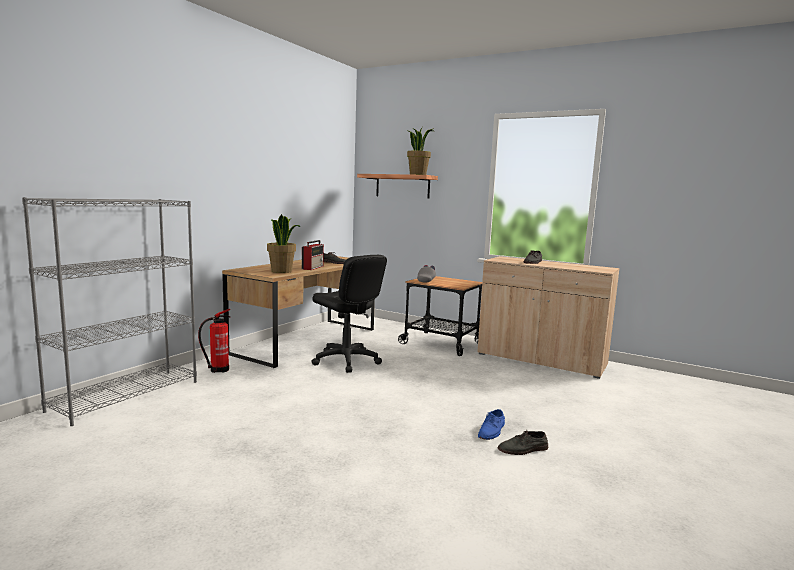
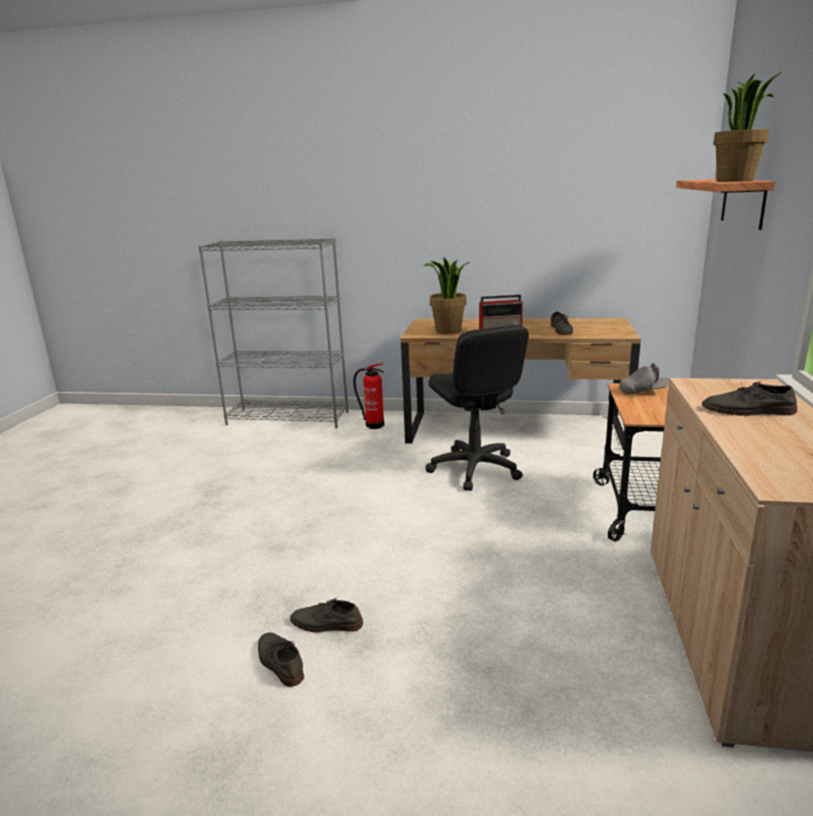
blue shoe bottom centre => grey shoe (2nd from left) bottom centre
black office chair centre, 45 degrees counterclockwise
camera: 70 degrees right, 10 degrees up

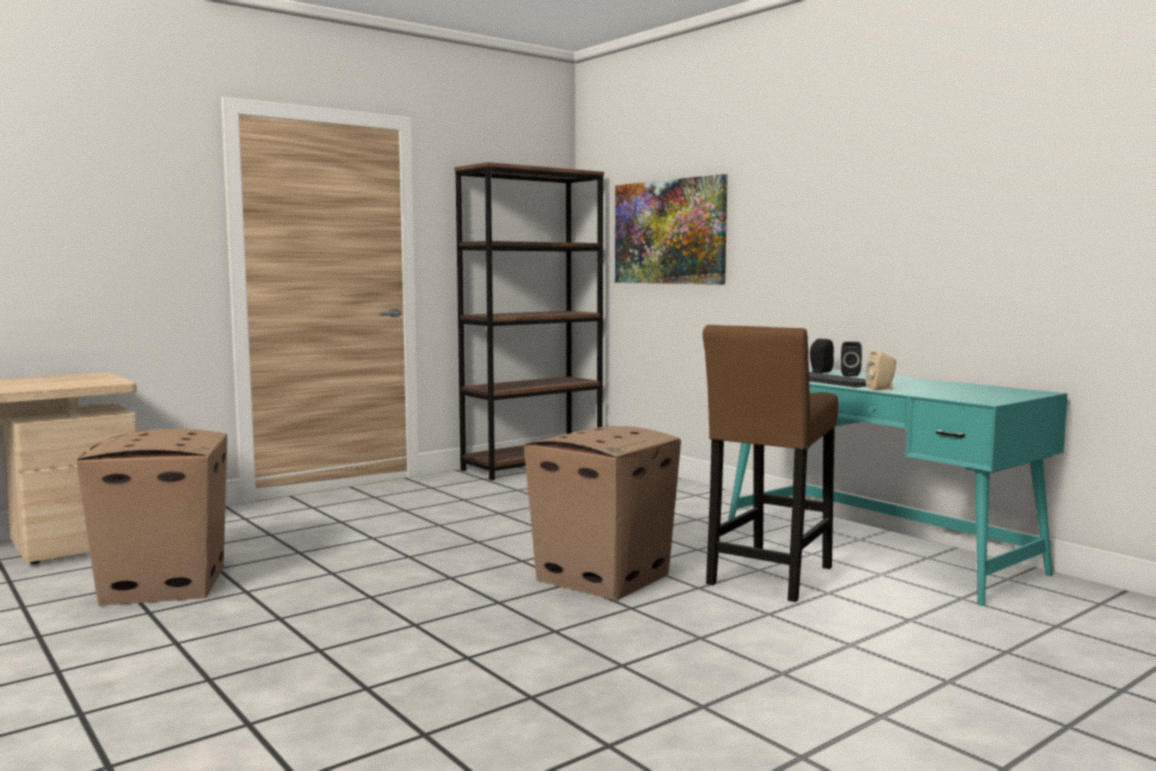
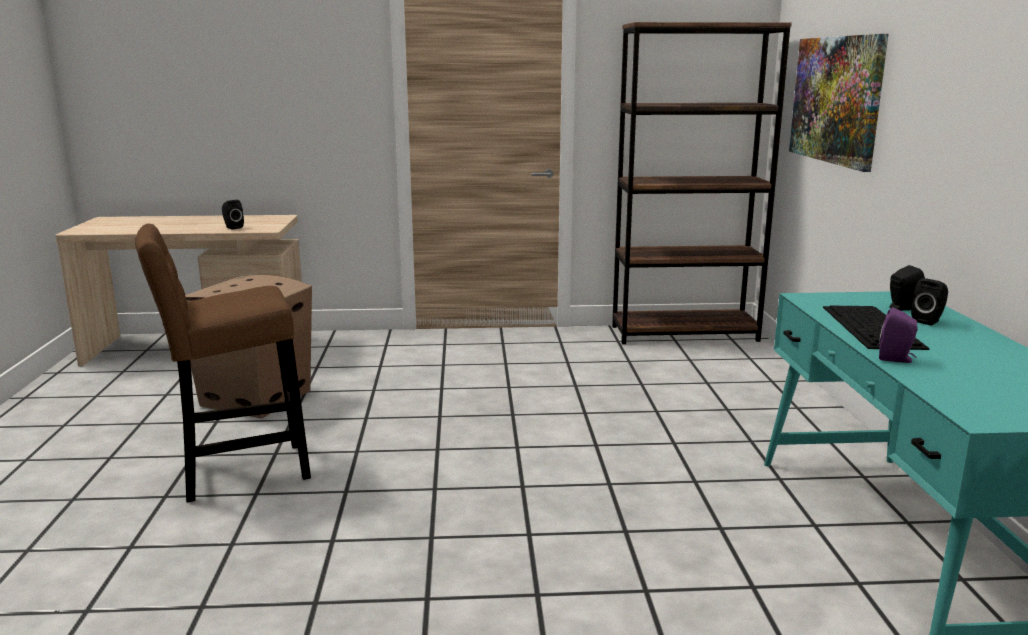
cardboard box (2nd from left) centre => nothing
nothing => black speaker (1st from left) middle left
brown stool centre => brown stool middle left, moved
beige speaker middle right => purple speaker middle right
camera: 35 degrees right, 10 degrees up

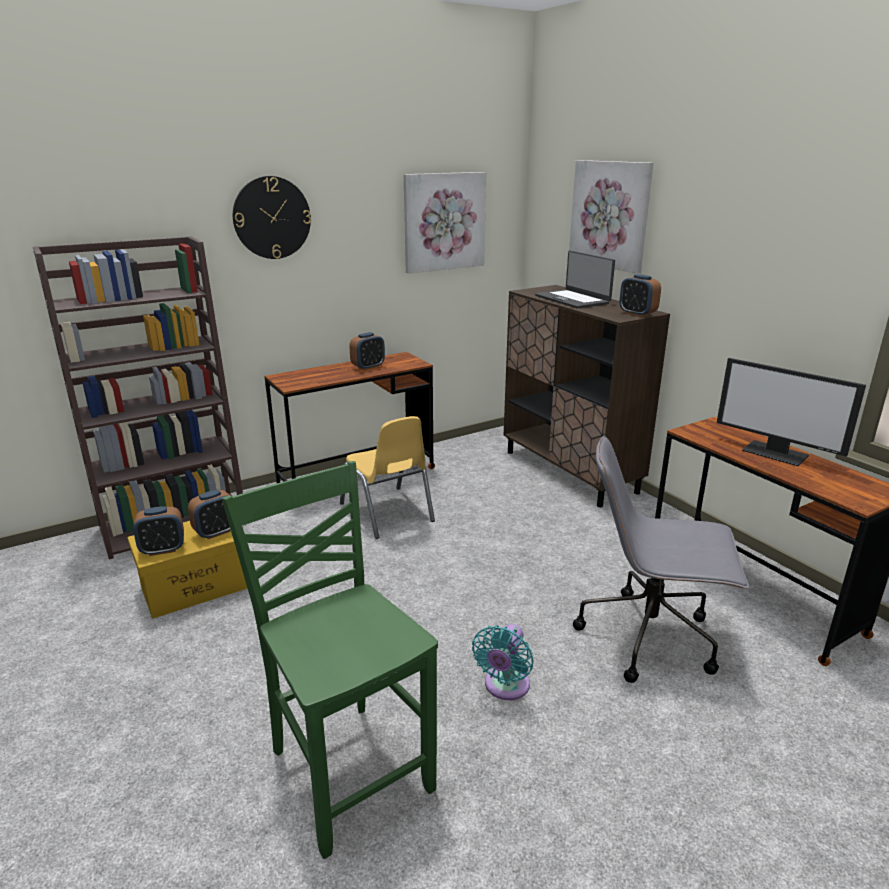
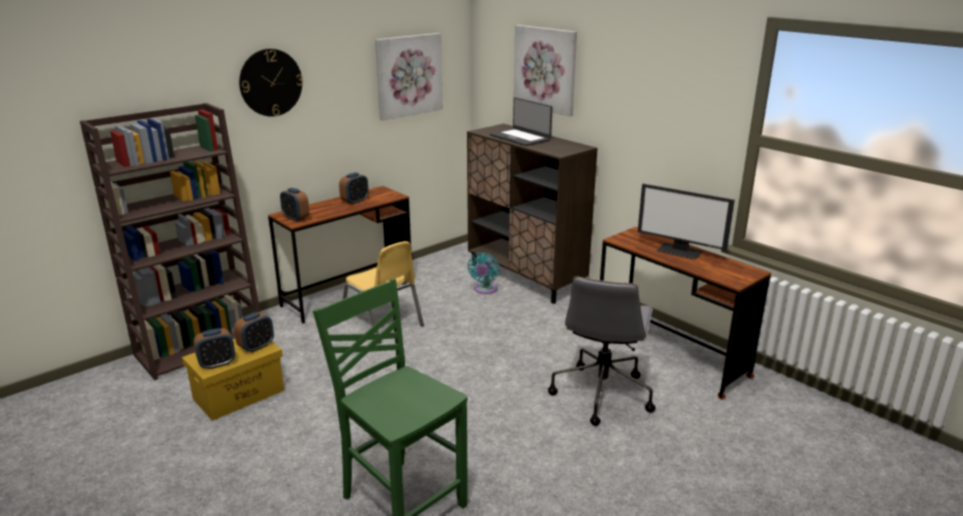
turquoise fan bottom centre => turquoise fan centre, moved
alarm clock (4th from left in the first image) top right => alarm clock (3rd from left) middle left, moved
grey office chair middle right => grey office chair bottom centre, 75 degrees counterclockwise
camera: 10 degrees left, 0 degrees up

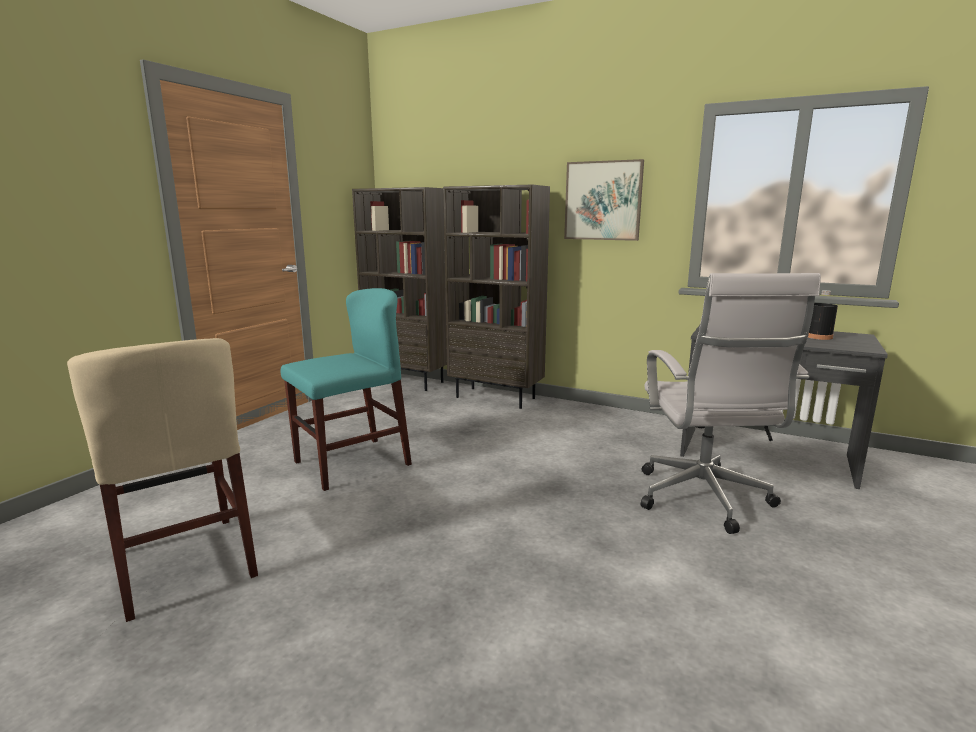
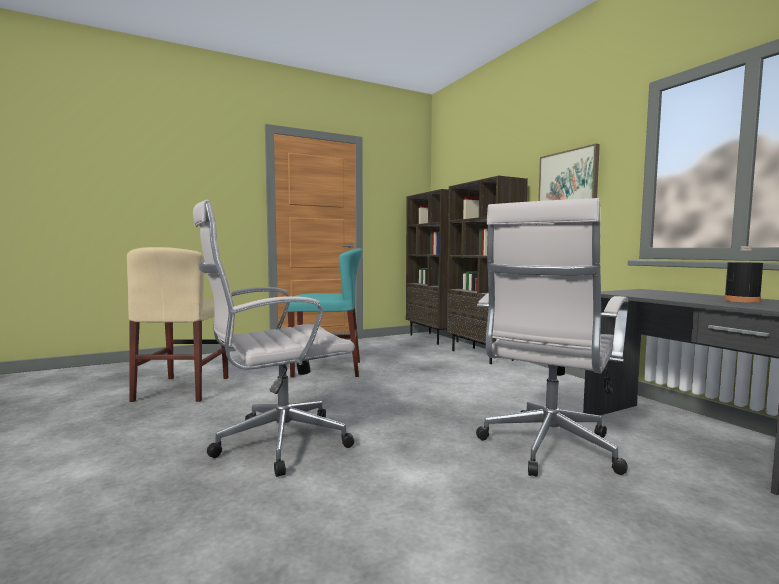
nothing => white office chair (1st from left) centre
camera: 35 degrees right, 10 degrees down

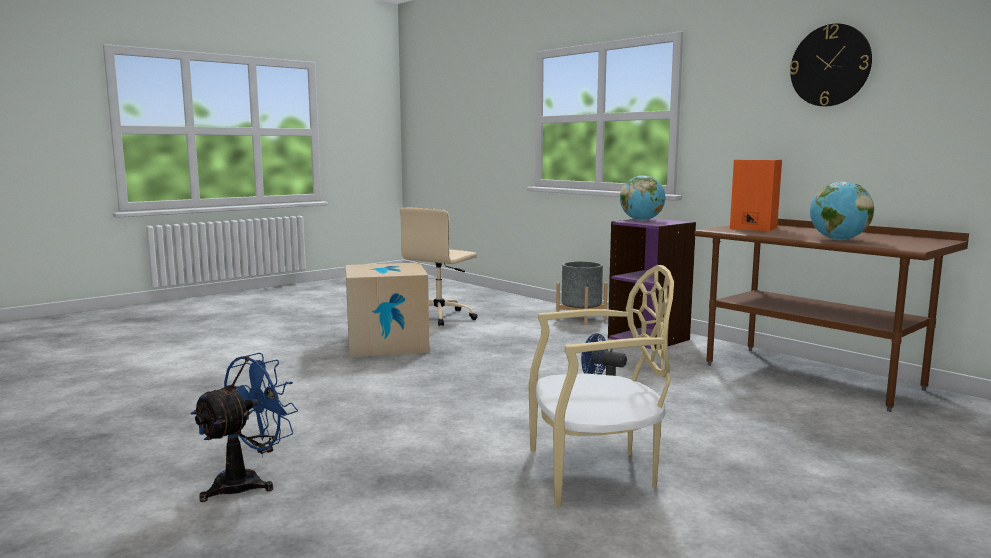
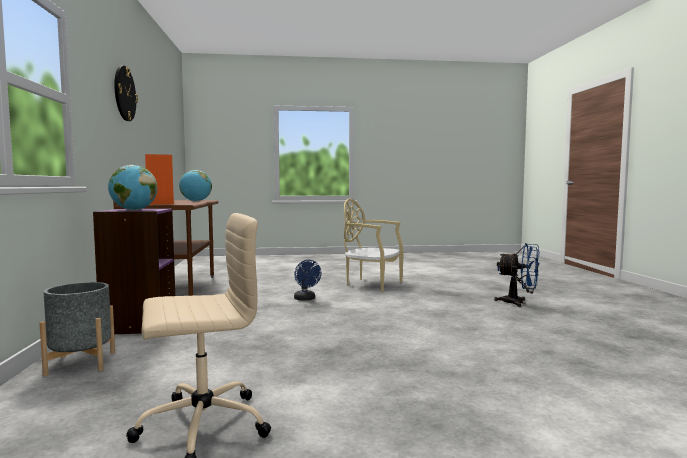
cardboard box centre => nothing
blue fan (1st from left in the first image) bottom left => blue fan (2nd from left) middle right, 135 degrees counterclockwise
camera: 145 degrees left, 5 degrees down

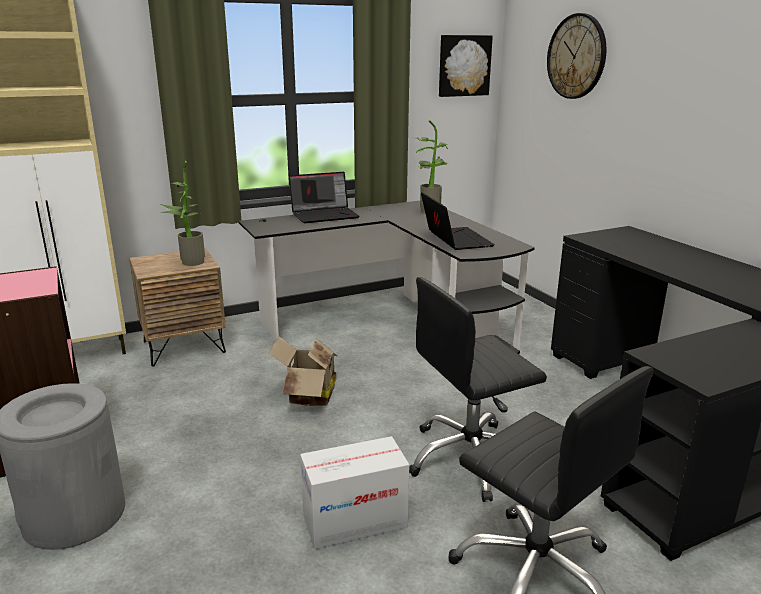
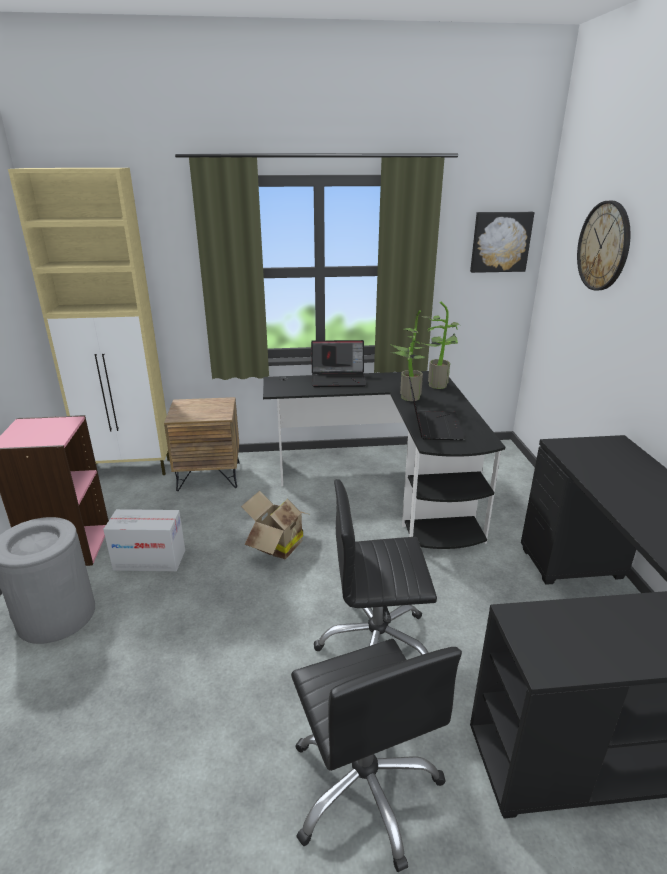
potted plant (1st from left) middle left => potted plant (1st from left) centre, moved
cardboard box (2nd from left in the first image) bottom centre => cardboard box (1st from left) middle left, moved
camera: 20 degrees right, 5 degrees up

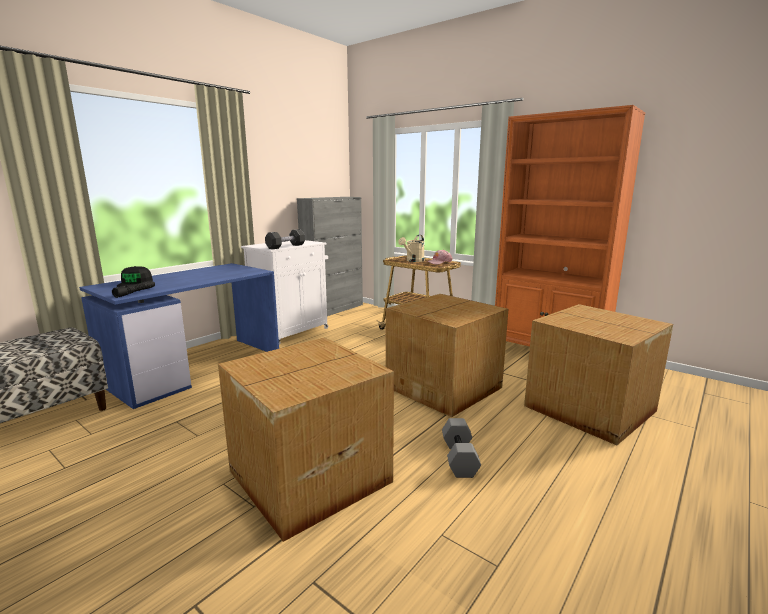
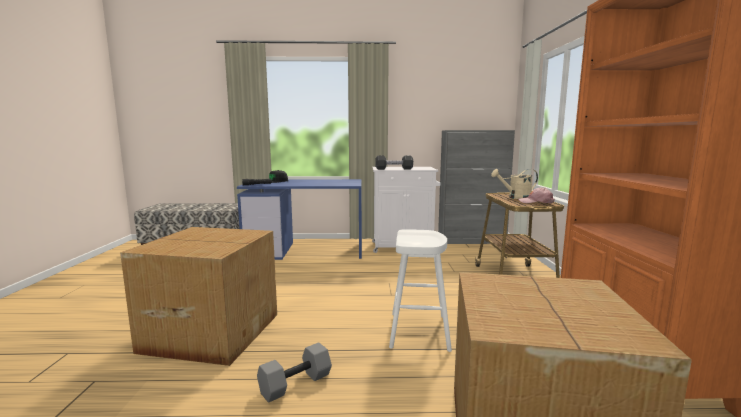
cardboard box (2nd from left) centre => white stool bottom centre
camera: 50 degrees right, 5 degrees down

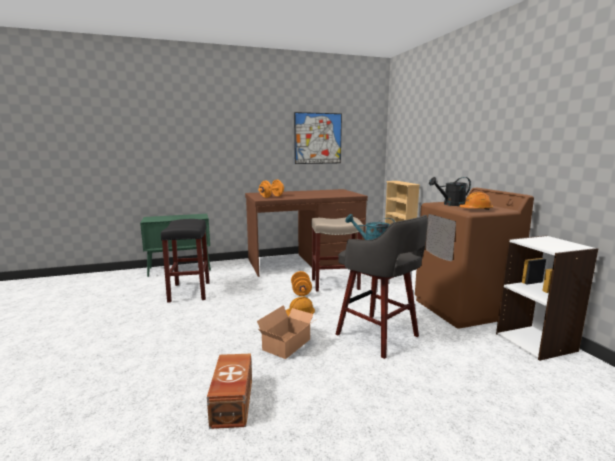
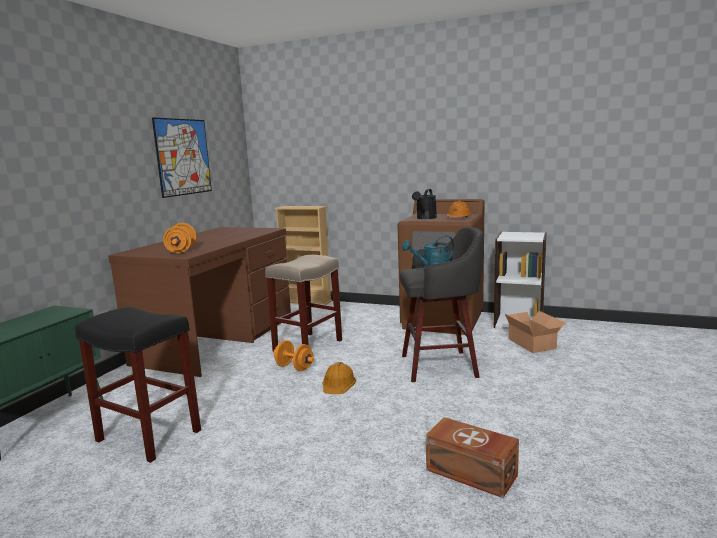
cardboard box bottom centre => cardboard box middle right, moved
camera: 50 degrees left, 0 degrees up

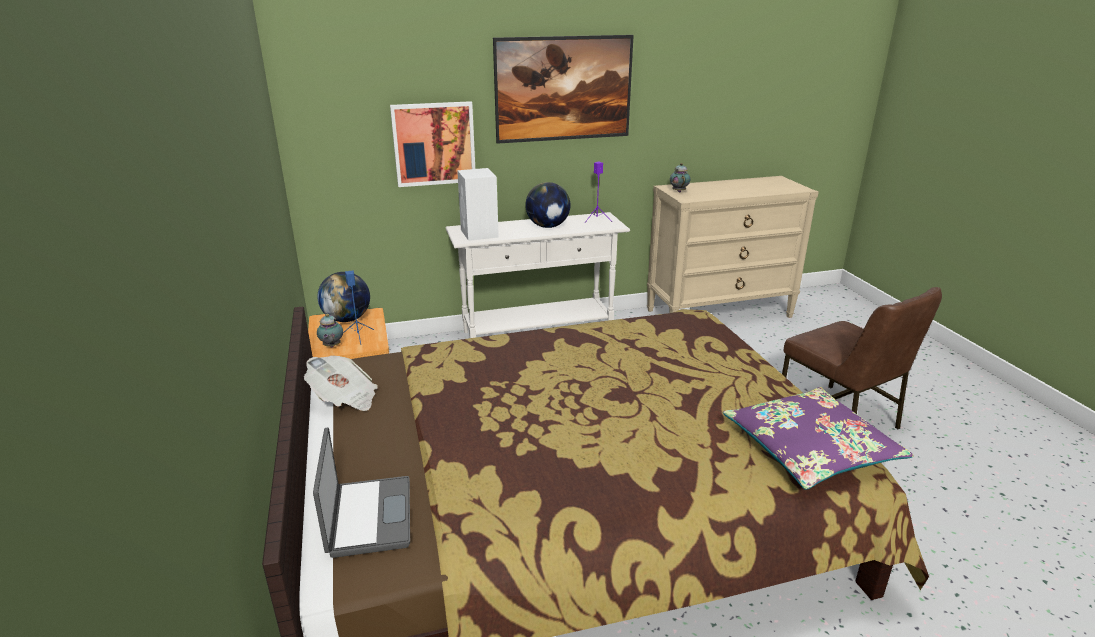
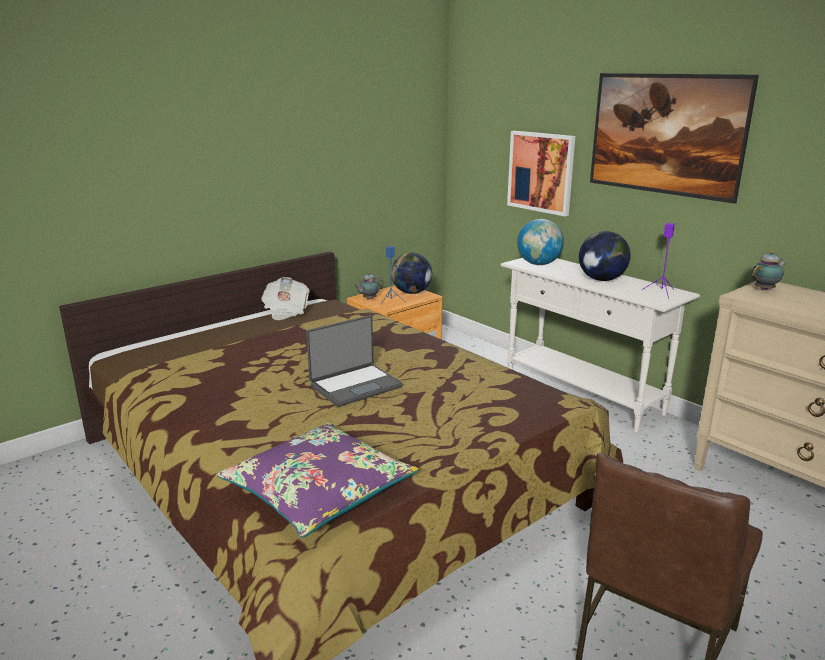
laptop bottom left => laptop centre, moved
white speaker top centre => globe (2nd from left) centre
camera: 65 degrees right, 5 degrees down

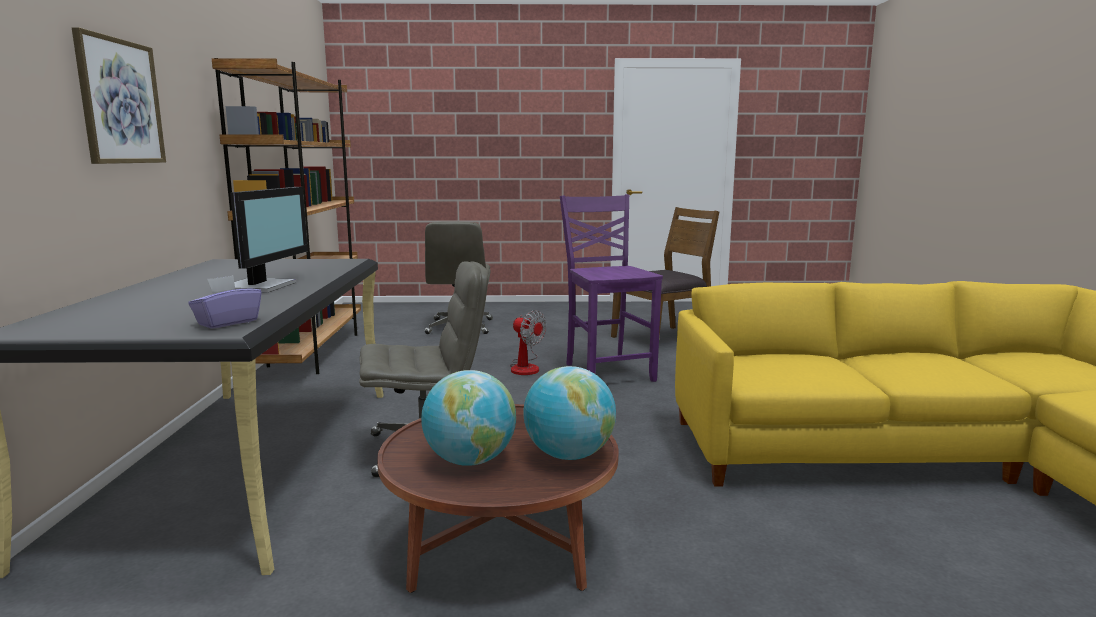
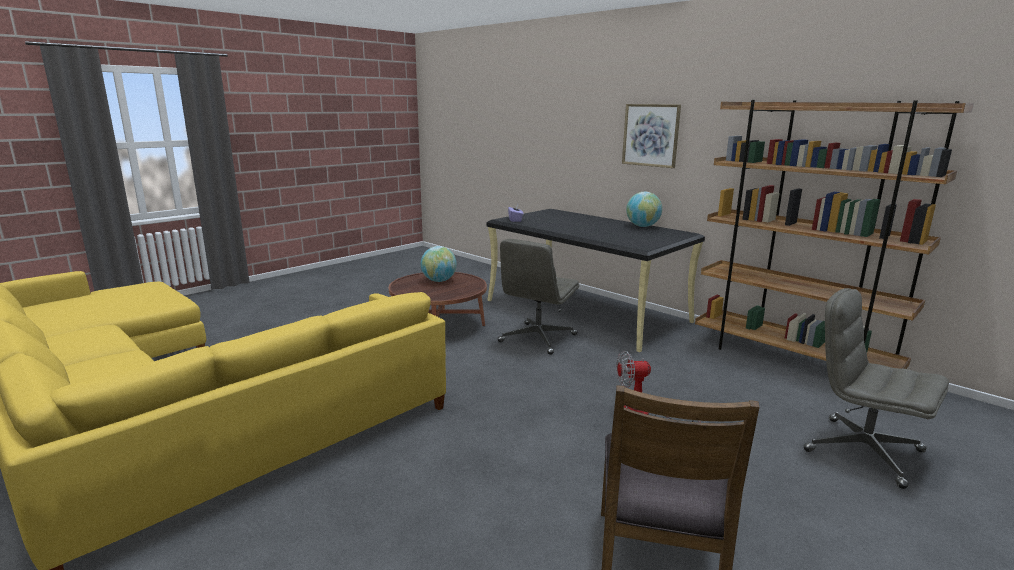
monitor middle left => nothing
purple chair centre => nothing
globe (2nd from left) bottom centre => globe (2nd from left) centre, moved
camera: 135 degrees right, 5 degrees up

